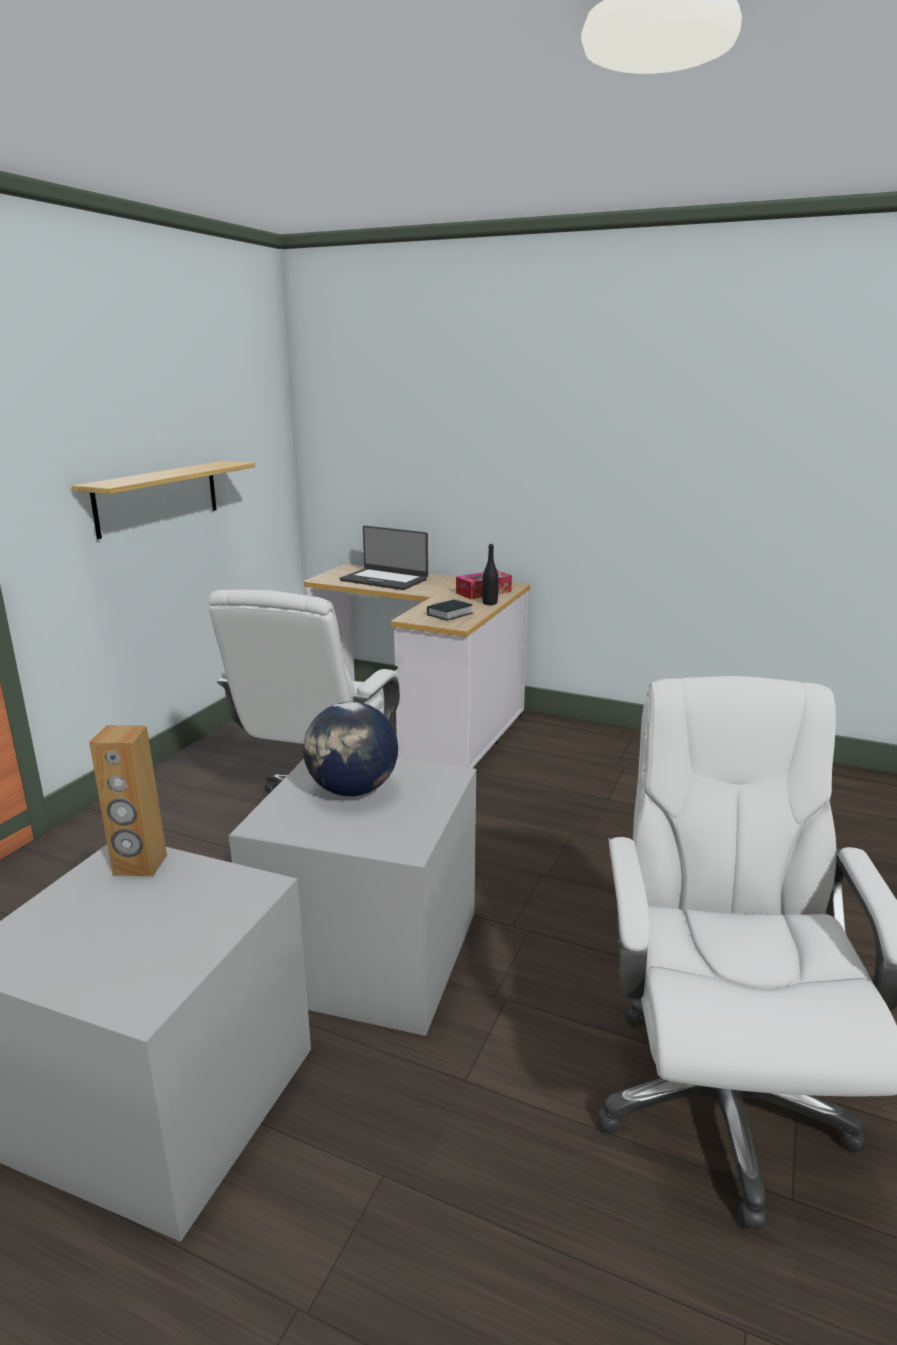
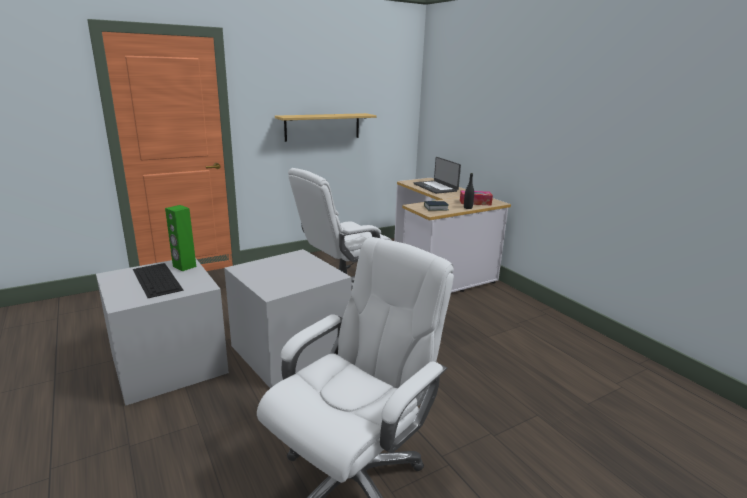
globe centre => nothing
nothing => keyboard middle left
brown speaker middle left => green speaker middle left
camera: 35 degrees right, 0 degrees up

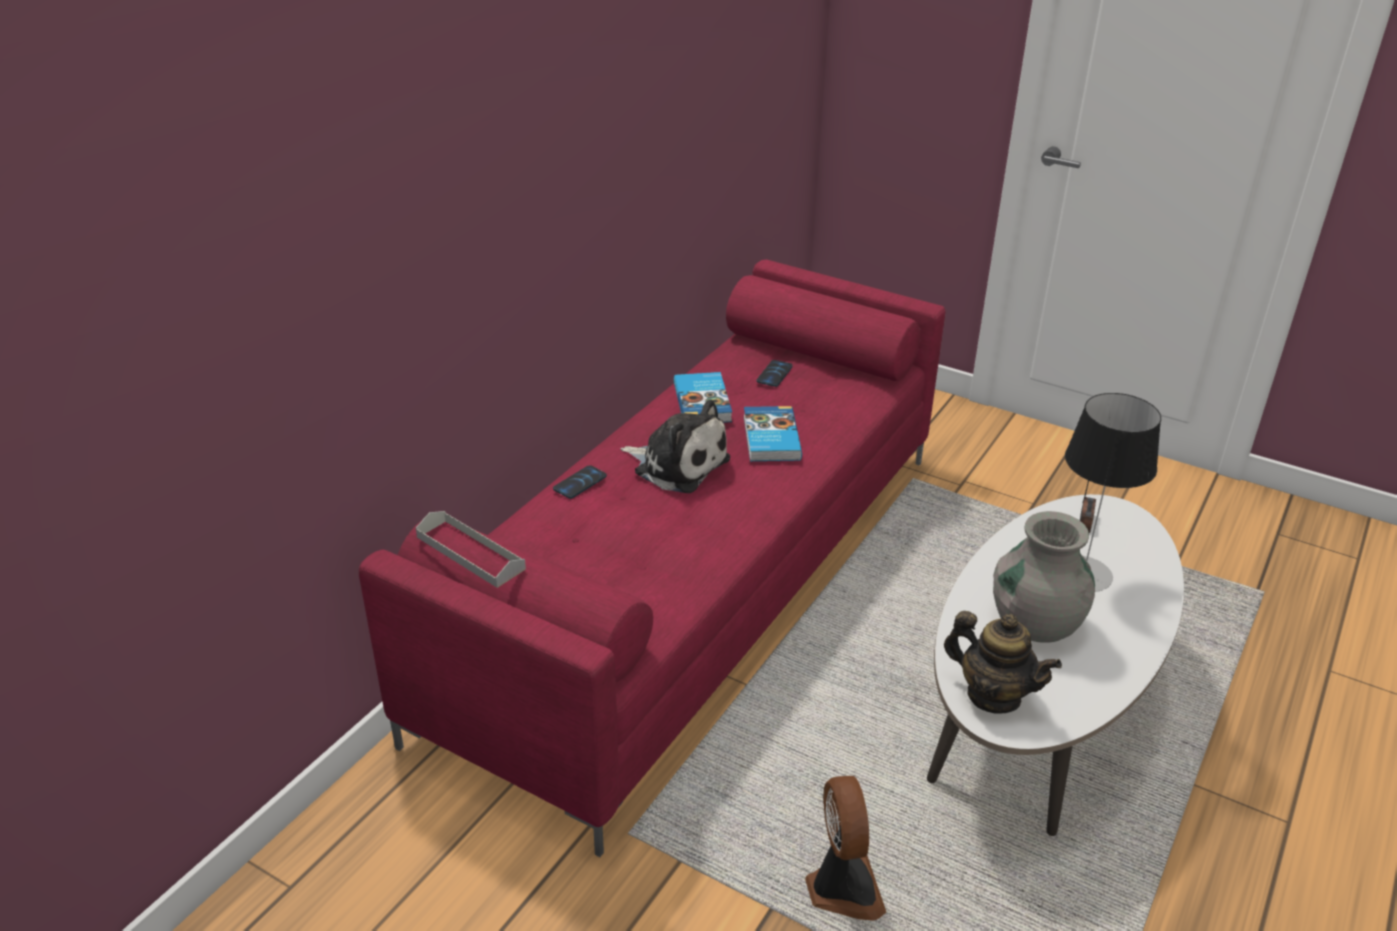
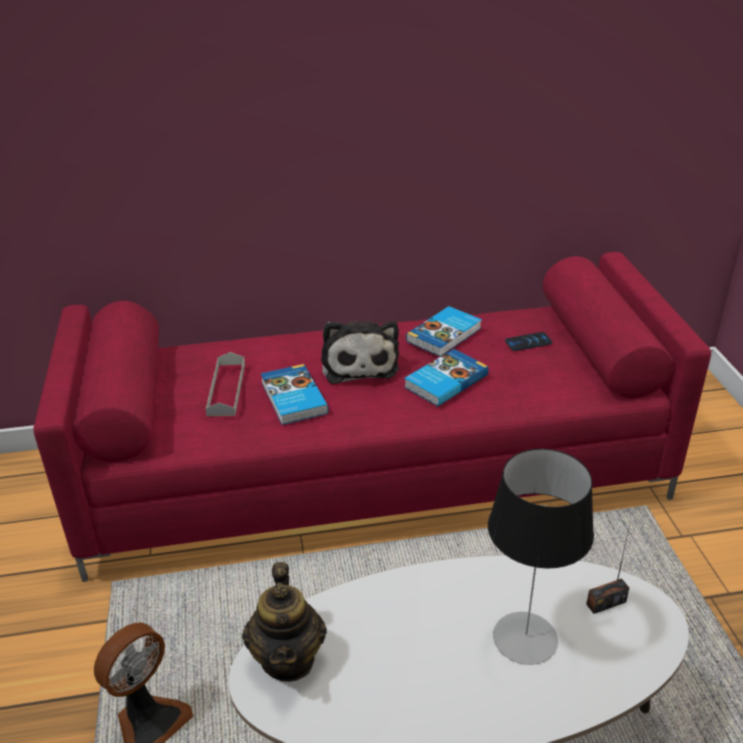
phone (1st from left) centre => nothing
grey vase middle right => nothing
nothing => book (1st from left) centre
grey tray centre => grey tray middle left, moved
camera: 50 degrees right, 0 degrees up

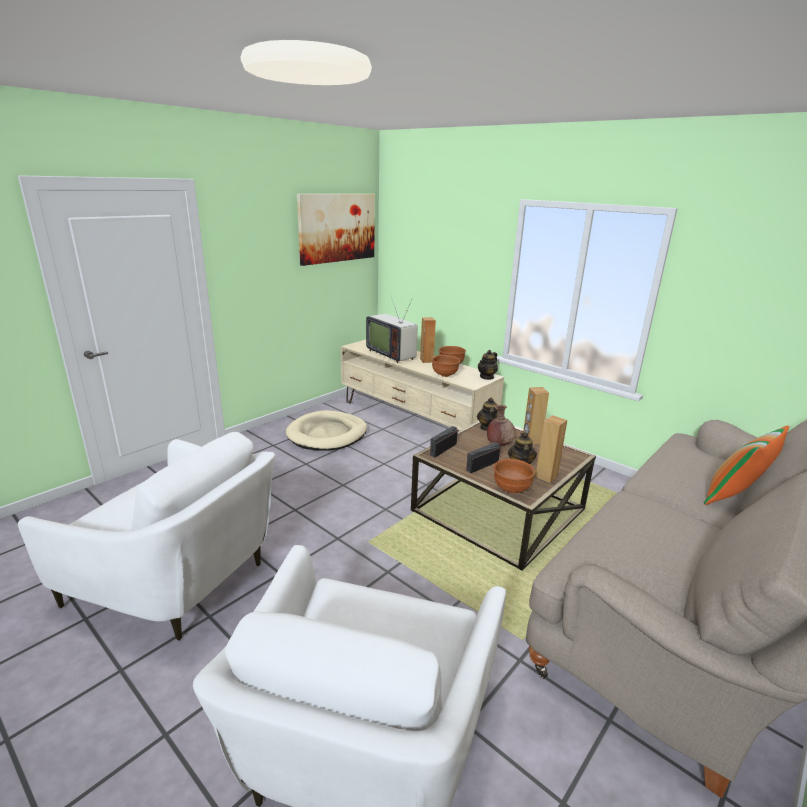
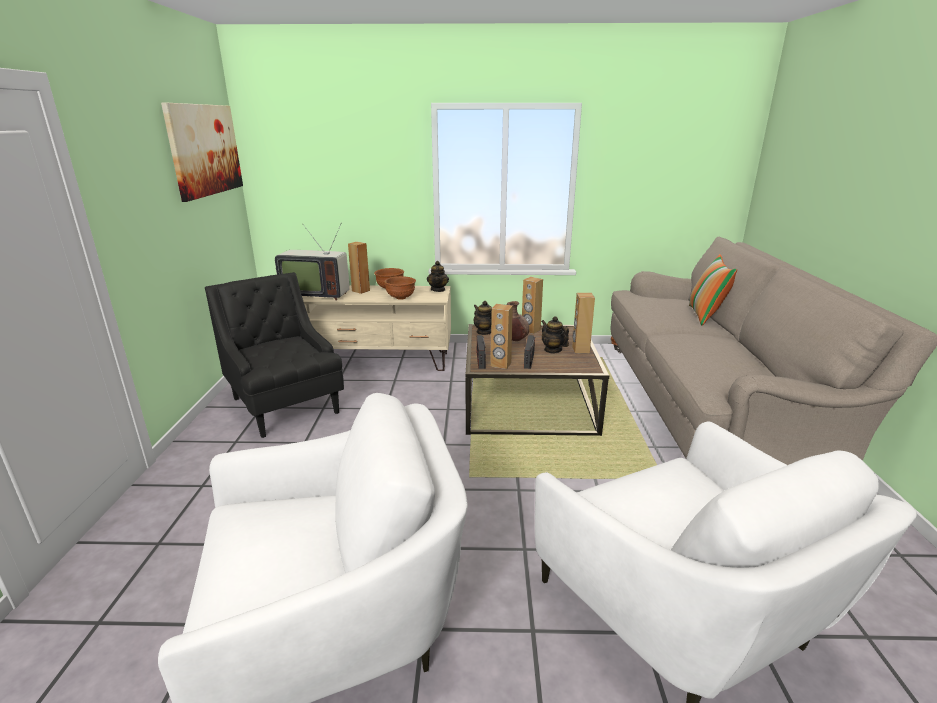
brown bowl (3rd from left) centre => nothing
nothing => brown speaker (2nd from left) centre
beige dog bed centre => black armchair middle left
camera: 40 degrees left, 0 degrees up

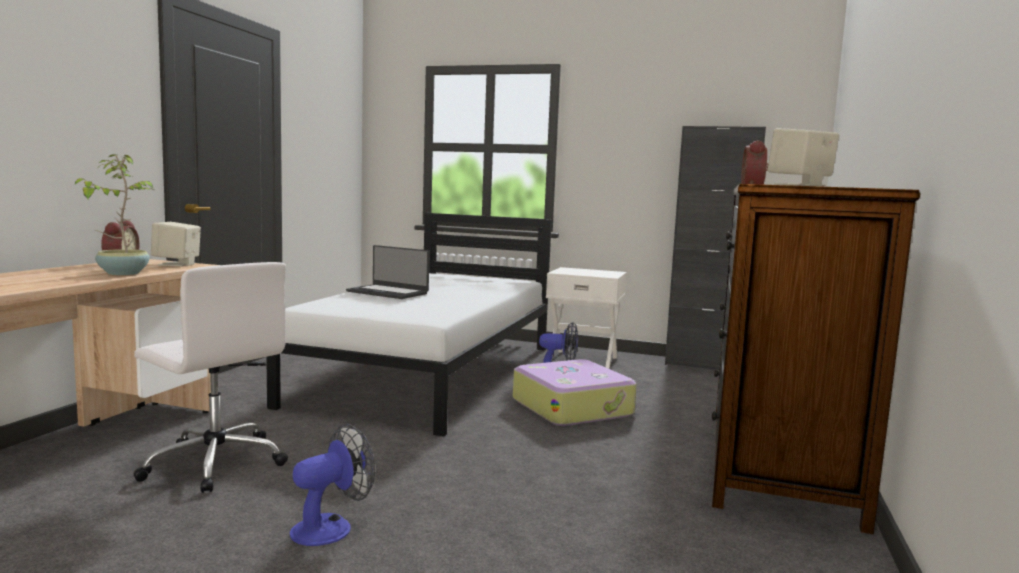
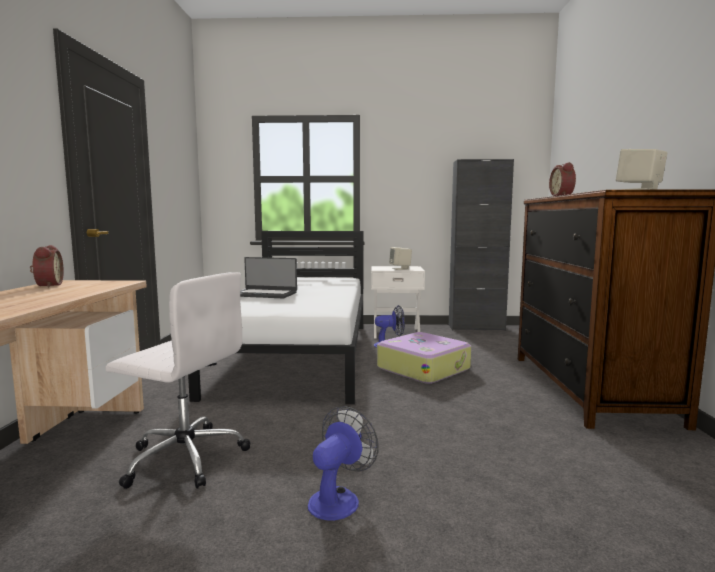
potted plant middle left => nothing
beige speaker (1st from left) middle left => beige speaker (1st from left) centre, moved
camera: 15 degrees left, 0 degrees up

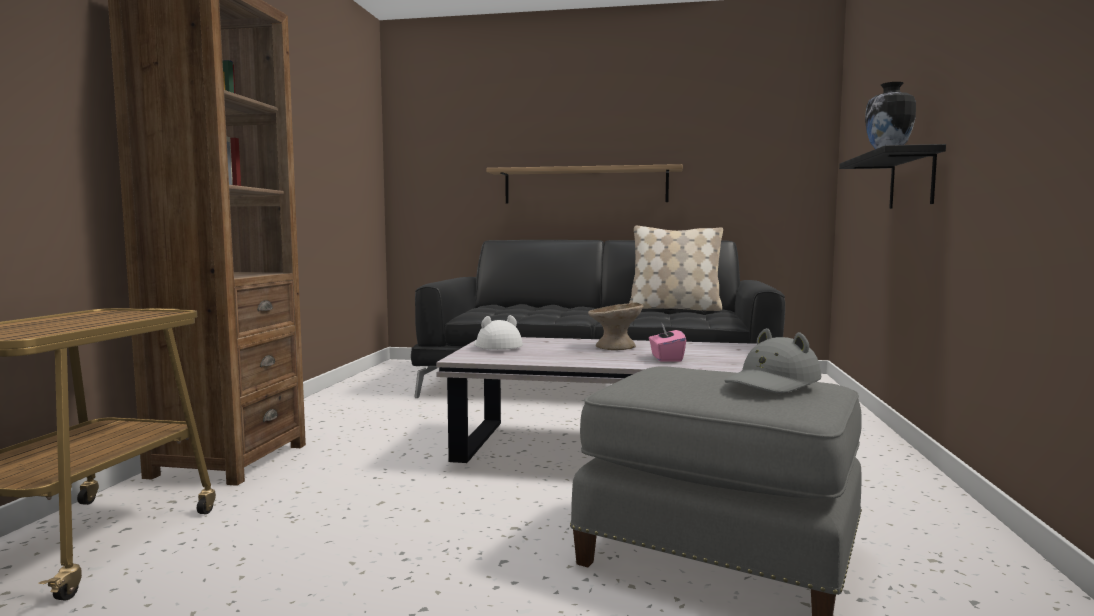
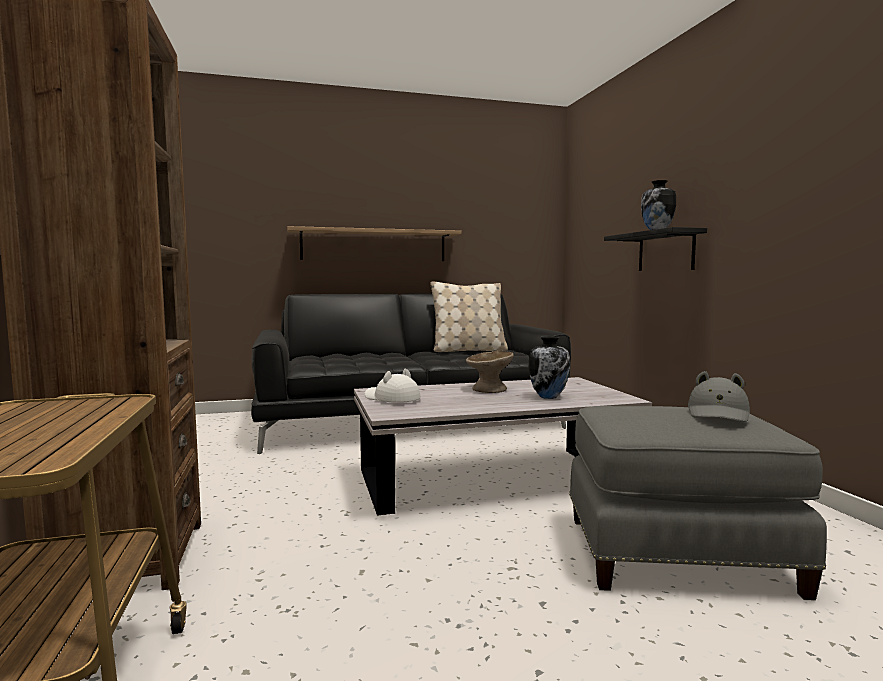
pink tissue box centre => vase (1st from left) centre
camera: 25 degrees left, 0 degrees up

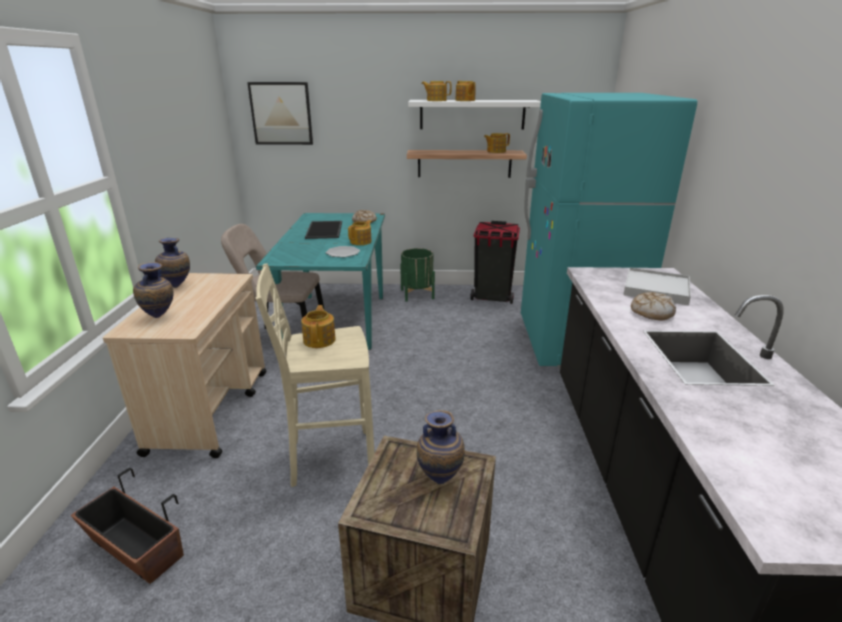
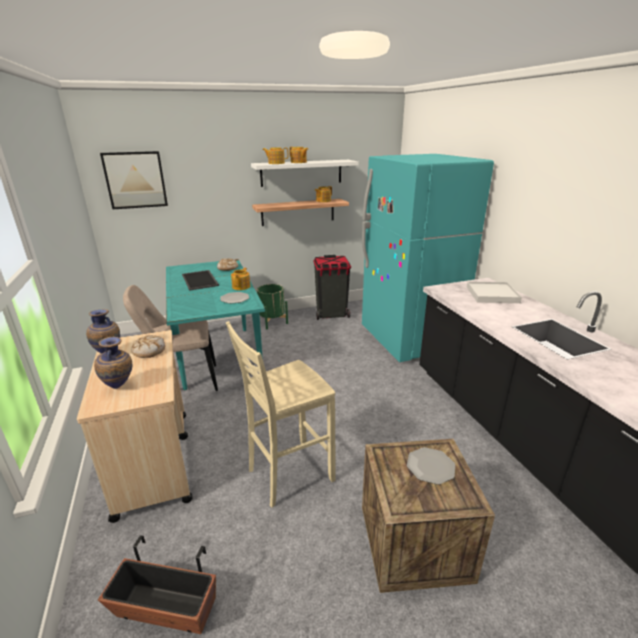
teapot (1st from left) centre => nothing
bread (2nd from left in the first image) middle right => bread (1st from left) middle left, moved
vase (3rd from left) bottom centre => plate (2nd from left) bottom right
camera: 20 degrees left, 0 degrees up

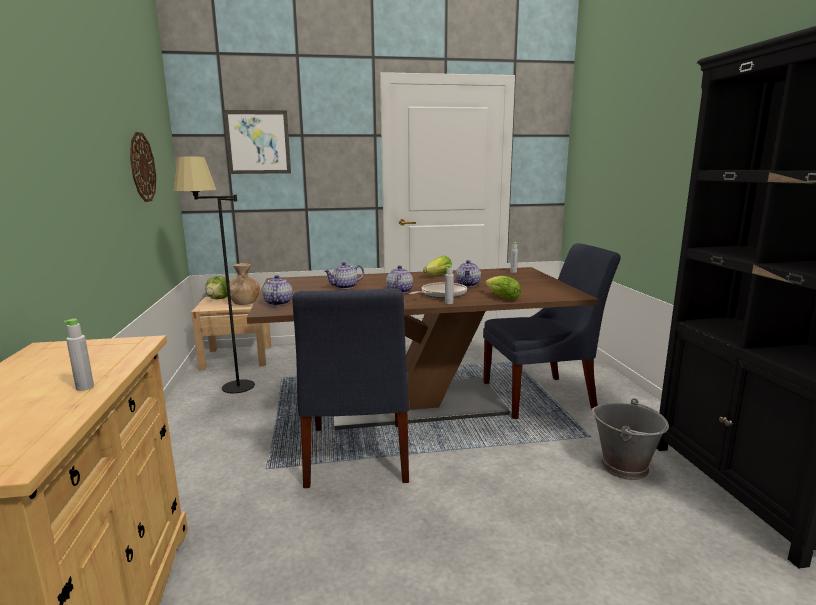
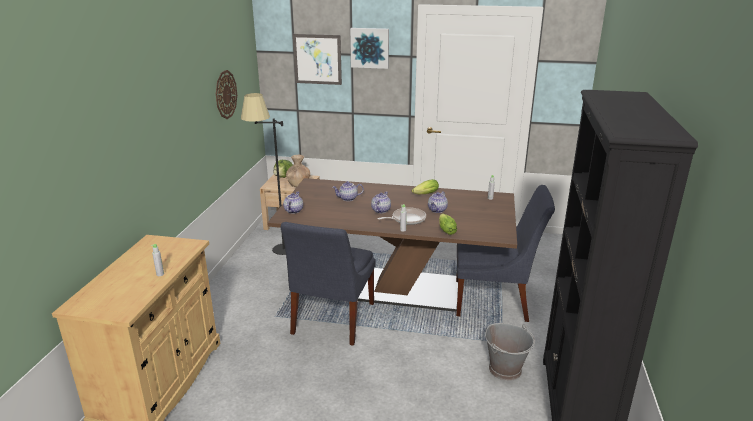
nothing => picture (2nd from left) top centre
camera: 20 degrees right, 10 degrees up

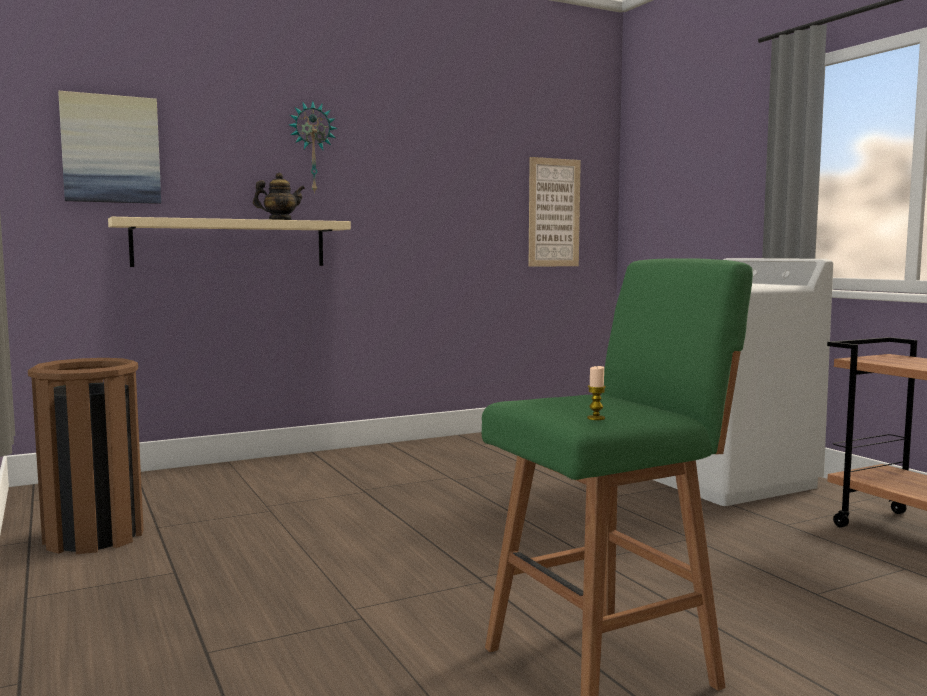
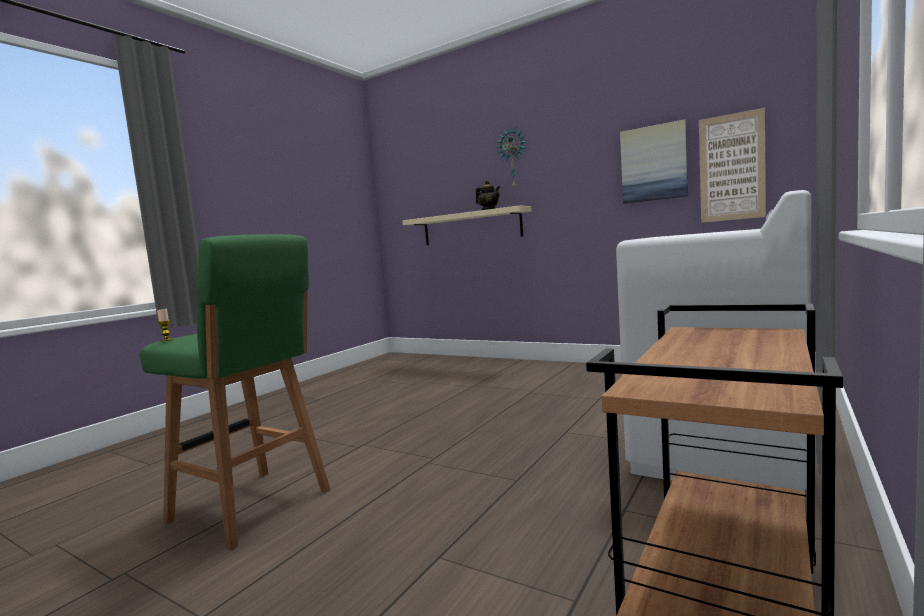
brown trash can middle left => nothing
picture (1st from left) top left => picture (1st from left) top right, moved
camera: 60 degrees right, 0 degrees up

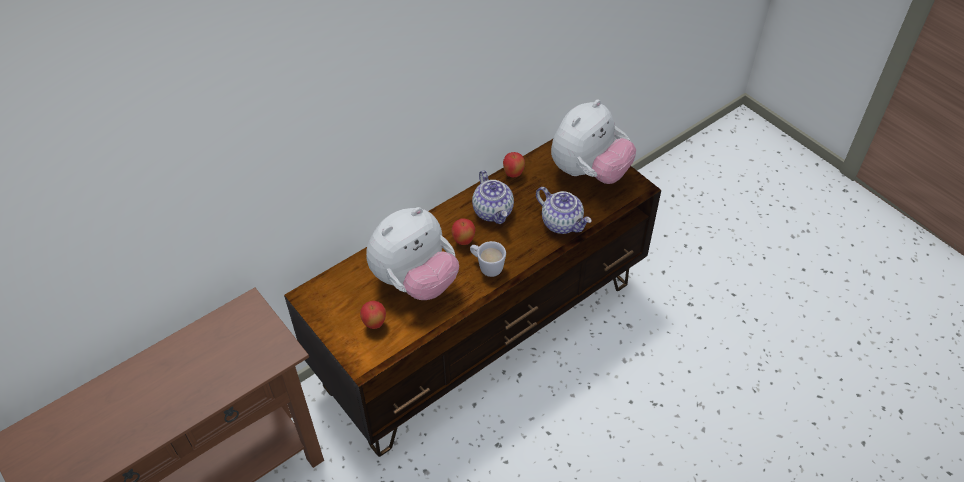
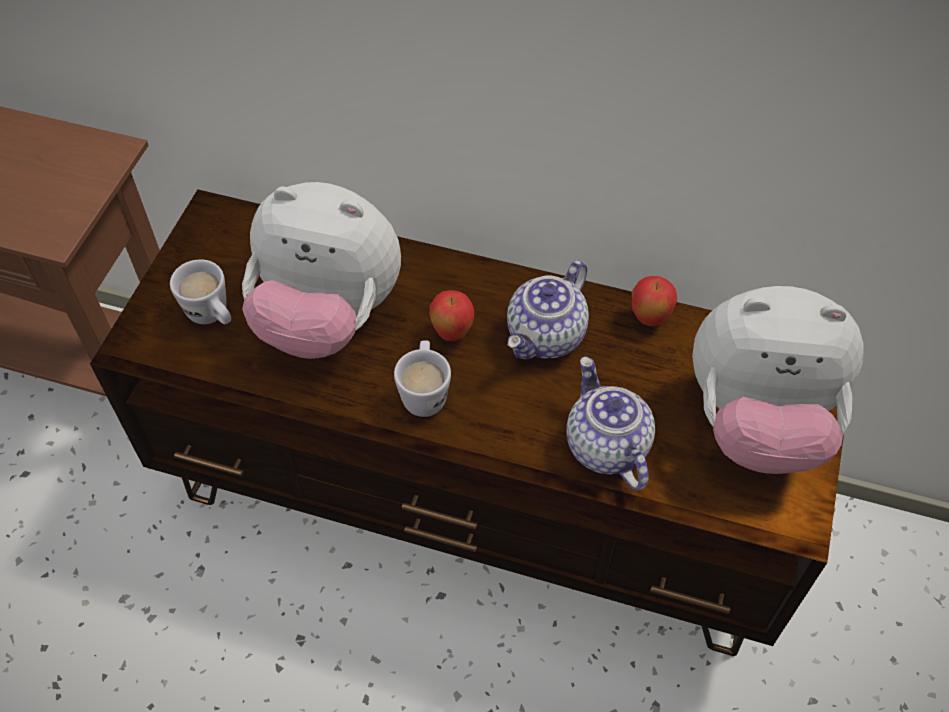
apple (1st from left) centre => white mug (1st from left) middle left
teapot (2nd from left) centre, 150 degrees clockwise
camera: 55 degrees right, 5 degrees up

